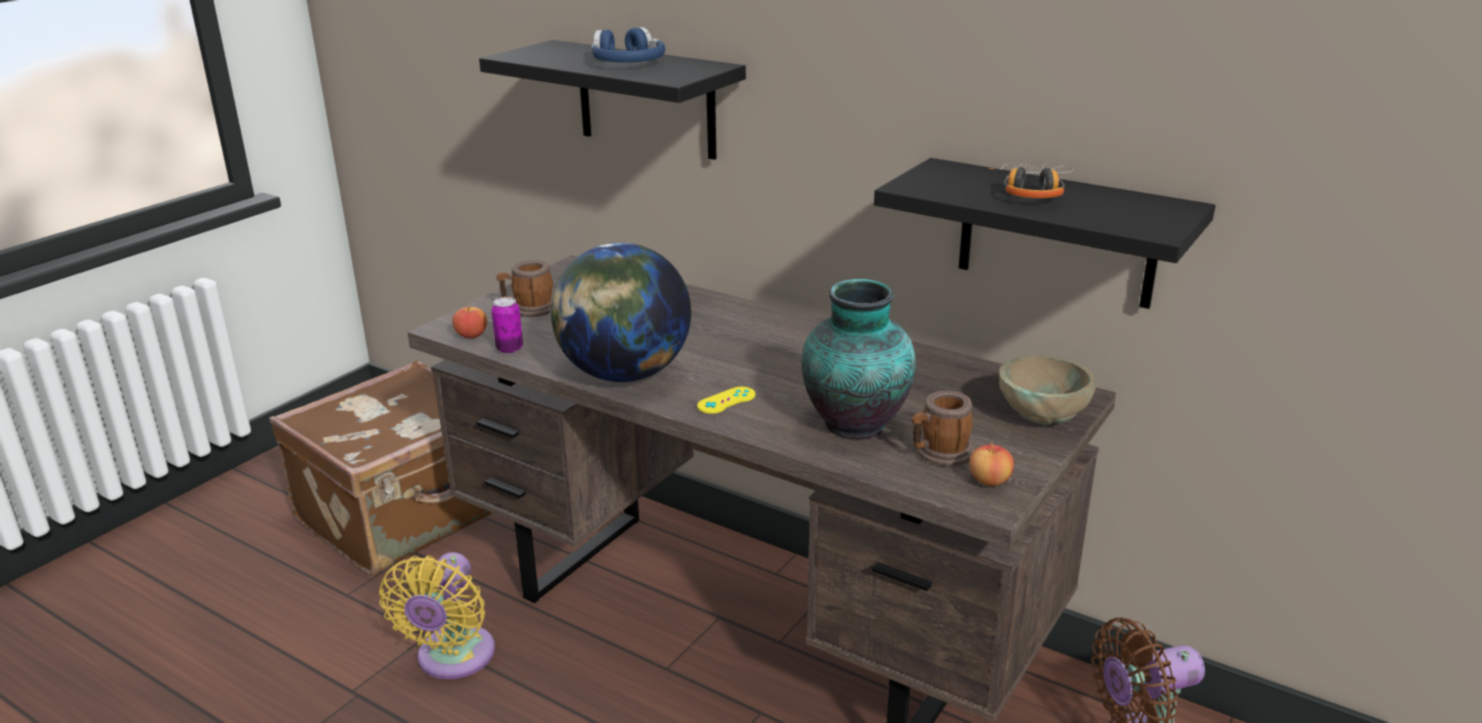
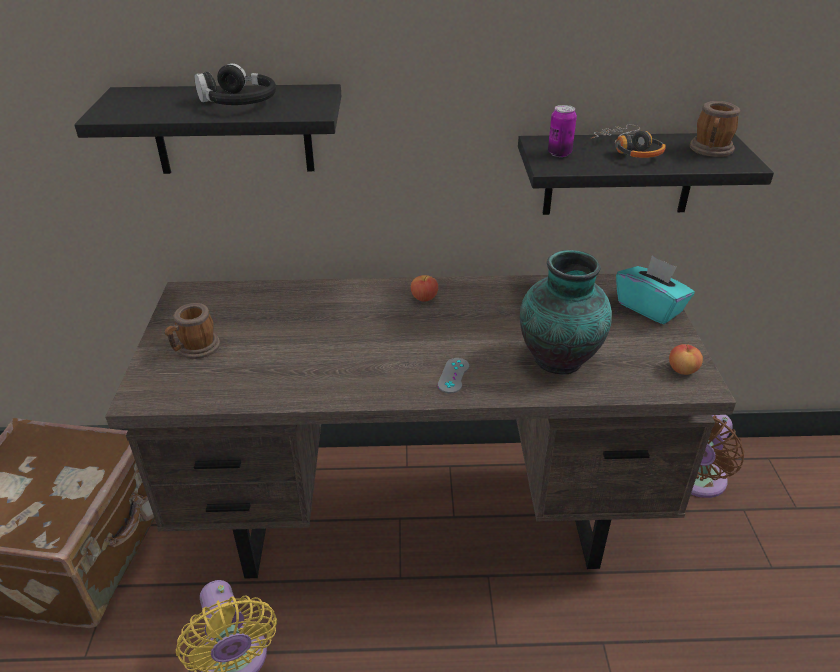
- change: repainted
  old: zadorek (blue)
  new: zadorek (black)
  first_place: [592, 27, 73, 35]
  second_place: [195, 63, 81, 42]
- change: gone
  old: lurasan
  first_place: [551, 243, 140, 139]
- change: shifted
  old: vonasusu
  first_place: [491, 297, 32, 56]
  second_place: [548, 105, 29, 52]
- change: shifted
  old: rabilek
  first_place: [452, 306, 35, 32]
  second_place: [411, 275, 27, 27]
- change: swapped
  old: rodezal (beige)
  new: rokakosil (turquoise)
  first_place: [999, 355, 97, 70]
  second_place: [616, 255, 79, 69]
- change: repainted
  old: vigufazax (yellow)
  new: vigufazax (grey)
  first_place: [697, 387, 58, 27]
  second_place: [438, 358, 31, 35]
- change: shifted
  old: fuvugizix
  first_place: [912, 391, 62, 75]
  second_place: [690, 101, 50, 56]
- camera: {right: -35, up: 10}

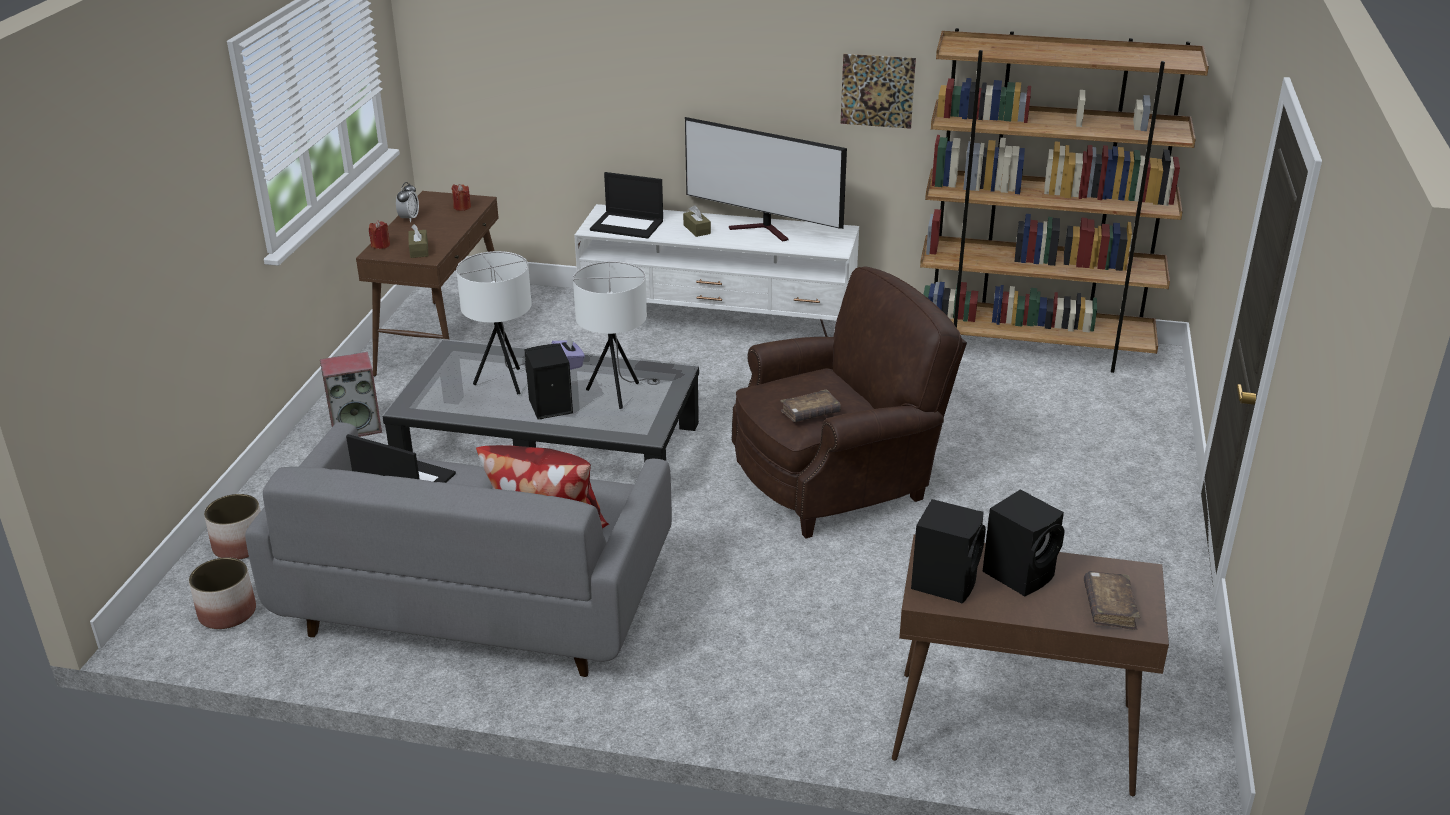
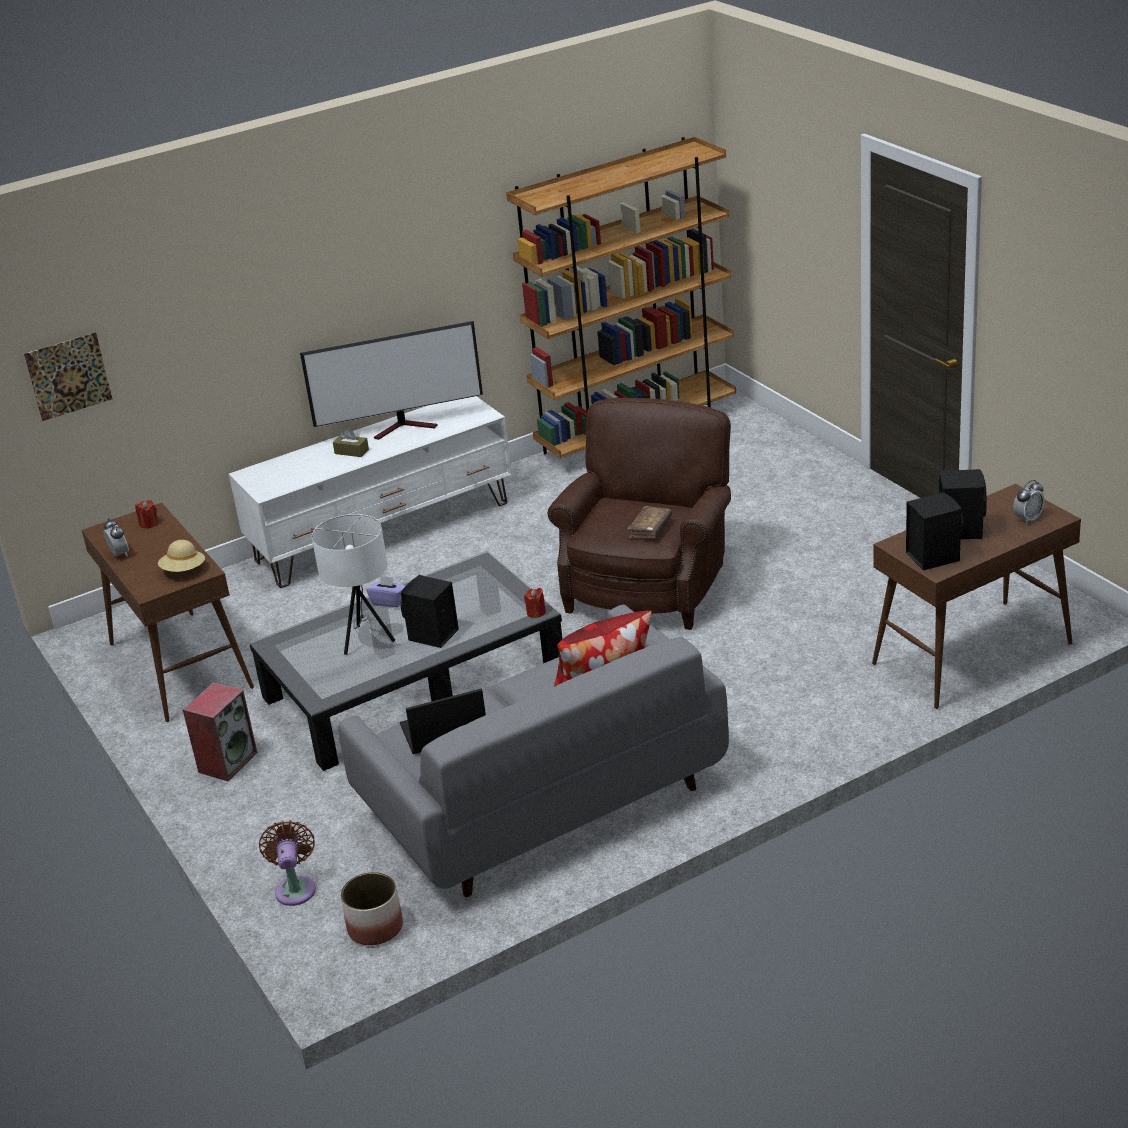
- change: shifted
  old: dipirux
  first_place: [841, 54, 75, 75]
  second_place: [24, 332, 88, 89]
- change: gone
  old: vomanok
  first_place: [590, 172, 73, 67]
- change: shifted
  old: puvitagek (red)
  first_place: [369, 220, 21, 29]
  second_place: [524, 588, 22, 30]
- change: swapped
  old: rokakosil (brown)
  new: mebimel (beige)
  first_place: [408, 224, 20, 34]
  second_place: [158, 540, 47, 32]
- change: gone
  old: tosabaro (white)
  first_place: [573, 261, 87, 148]
- change: swapped
  old: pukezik
  new: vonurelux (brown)
  first_place: [204, 494, 57, 66]
  second_place: [259, 820, 57, 86]
- change: swapped
  old: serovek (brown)
  new: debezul
  first_place: [1084, 571, 56, 59]
  second_place: [1013, 480, 32, 44]
- camera: {right: -40, up: 0}

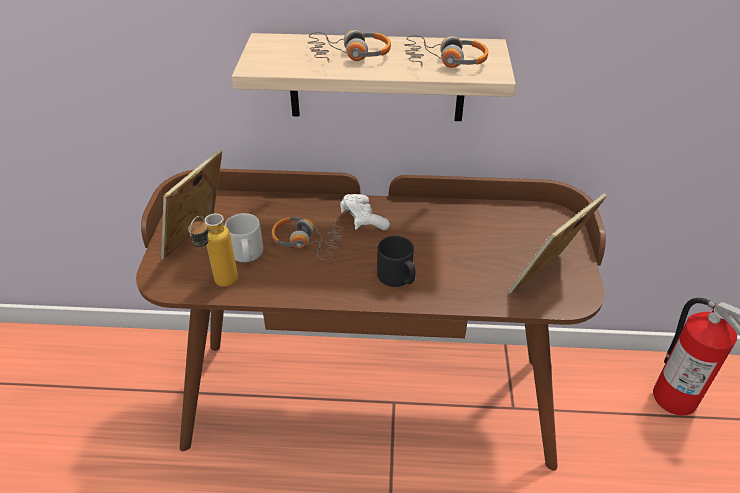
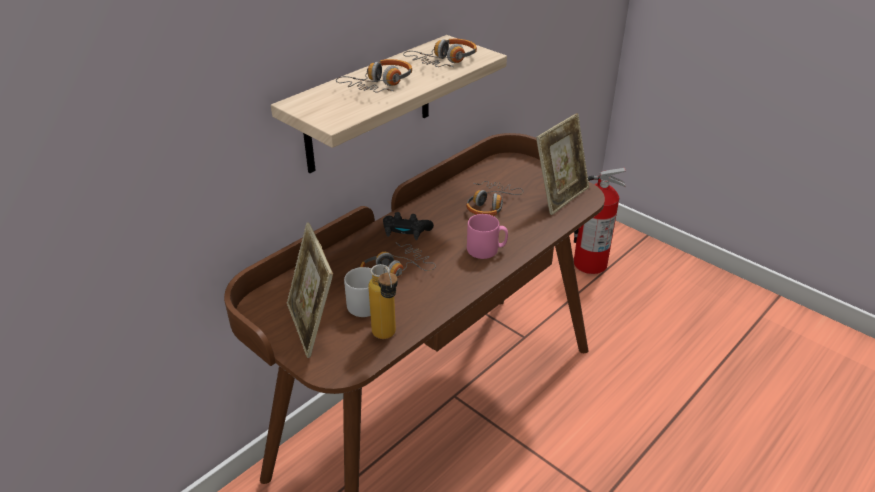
- change: rotated
  old: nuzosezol
  first_place: [508, 193, 99, 101]
  second_place: [536, 113, 53, 102]
  degrees: -135
- change: repainted
  old: vigufazax (white)
  new: vigufazax (black)
  first_place: [340, 194, 50, 36]
  second_place: [383, 212, 51, 28]
- change: repainted
  old: fuvugizix (black)
  new: fuvugizix (pink)
  first_place: [377, 236, 39, 51]
  second_place: [467, 214, 41, 45]
- change: new
  new: zadorek
  second_place: [466, 181, 57, 35]
- camera: {right: -50, up: -5}

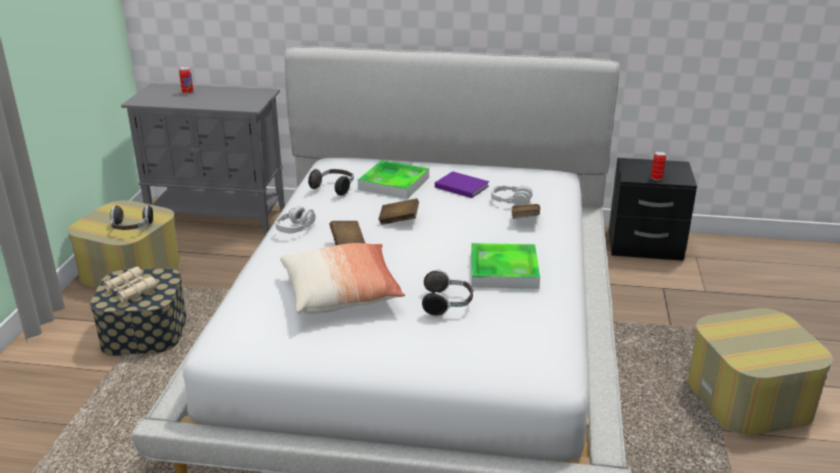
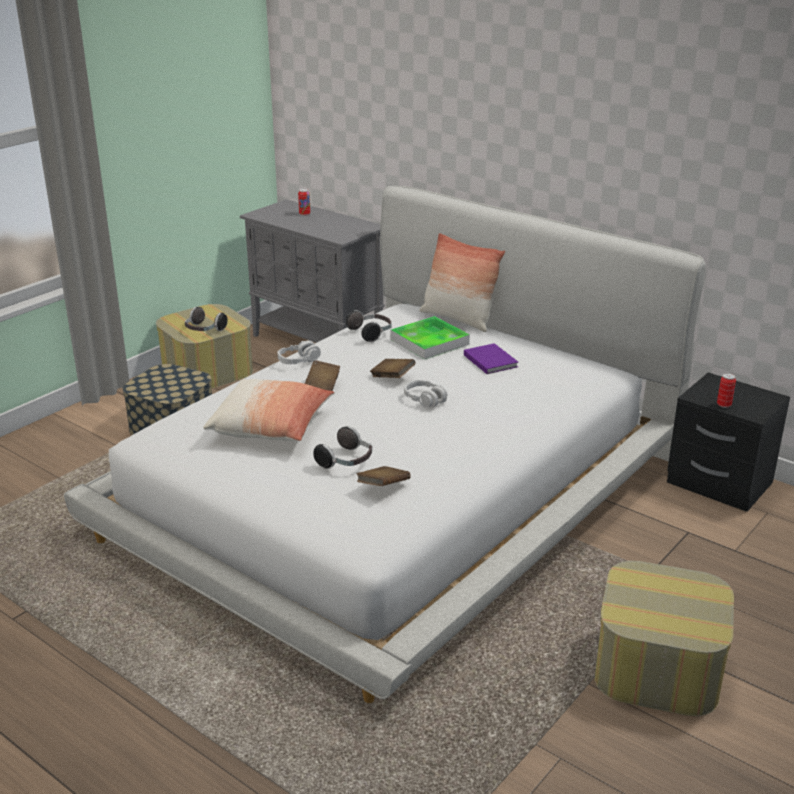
- change: shifted
  old: zadorek (grey)
  first_place: [491, 185, 42, 21]
  second_place: [404, 380, 43, 28]
- change: shifted
  old: serovek (brown)
  first_place: [512, 204, 28, 15]
  second_place: [357, 466, 54, 20]
- change: gone
  old: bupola
  first_place: [471, 243, 69, 46]
- change: gone
  old: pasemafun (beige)
  first_place: [104, 266, 53, 37]
- change: new
  new: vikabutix
  second_place: [419, 233, 86, 99]
- camera: {right: 30, up: 0}

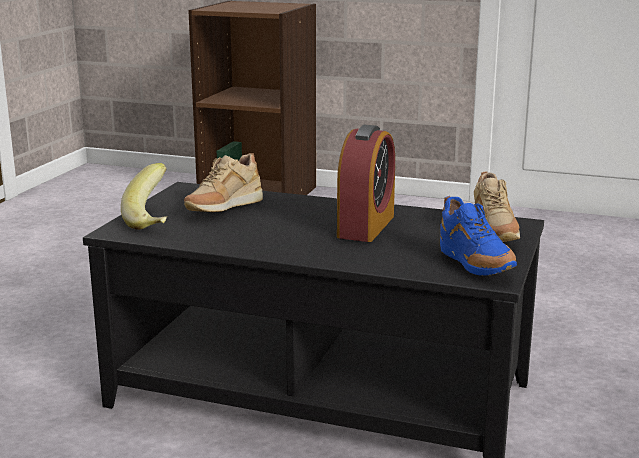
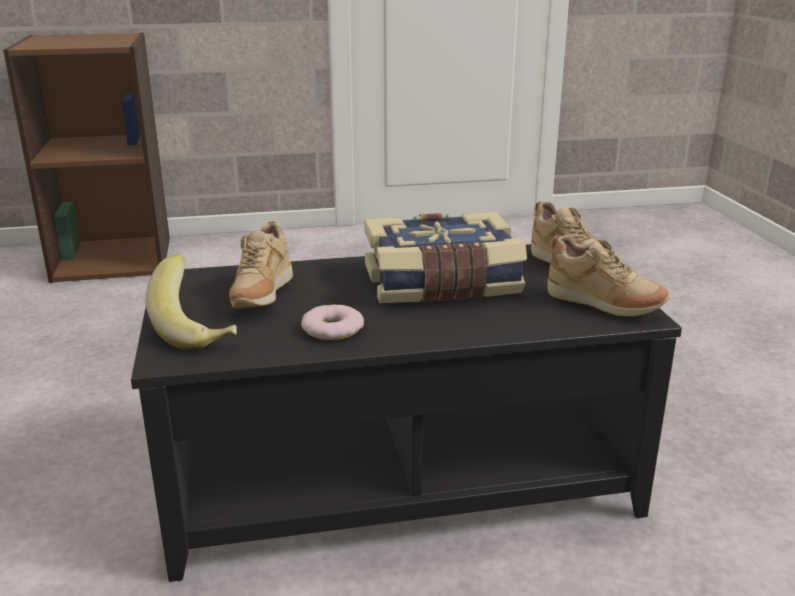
- change: swapped
  old: debezul
  new: serovek
  first_place: [337, 125, 58, 117]
  second_place: [364, 212, 163, 91]
- change: repainted
  old: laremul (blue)
  new: laremul (beige)
  first_place: [440, 196, 77, 80]
  second_place: [547, 235, 123, 82]
- change: new
  new: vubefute
  second_place: [301, 305, 63, 35]
- camera: {right: -30, up: 5}

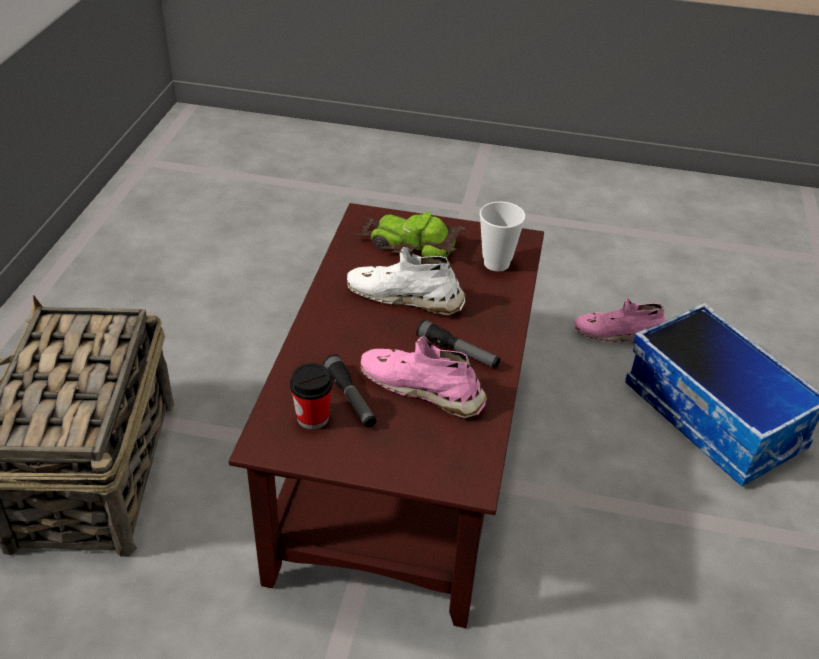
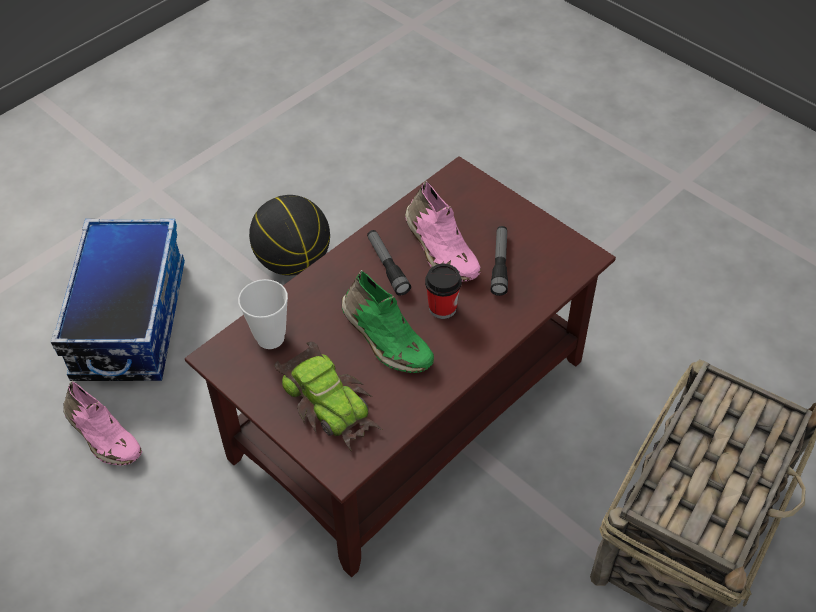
- change: repainted
  old: laremul (white)
  new: laremul (green)
  first_place: [347, 247, 119, 68]
  second_place: [341, 270, 93, 103]
- change: shifted
  old: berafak
  first_place: [290, 363, 43, 67]
  second_place: [425, 264, 37, 55]
- change: new
  new: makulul
  second_place: [249, 195, 81, 81]
- camera: {right: -145, up: 10}

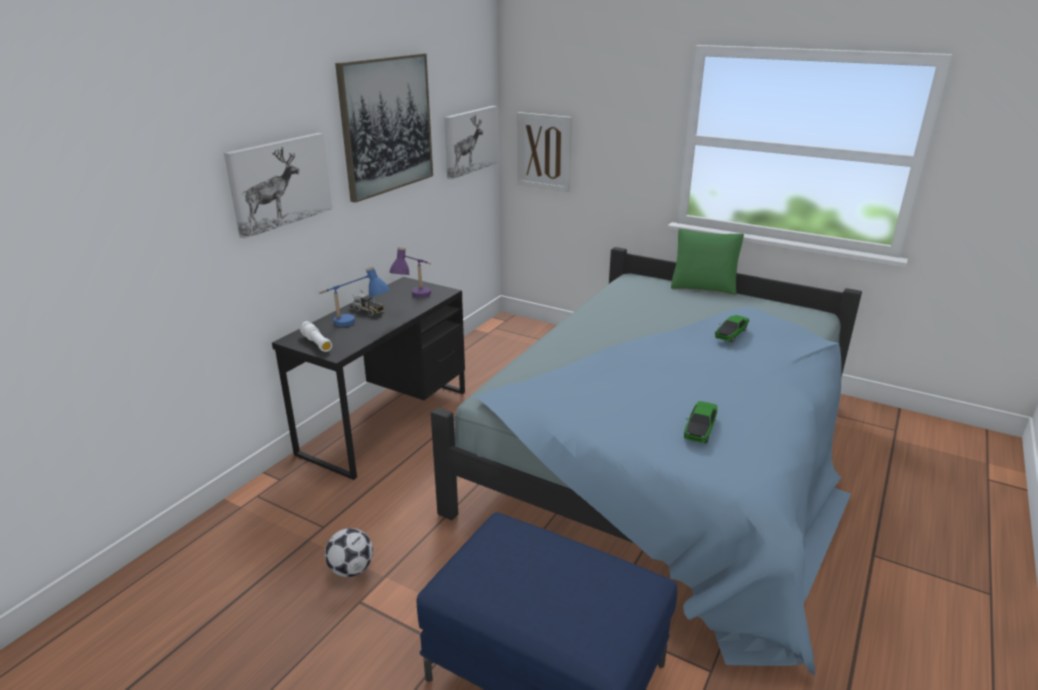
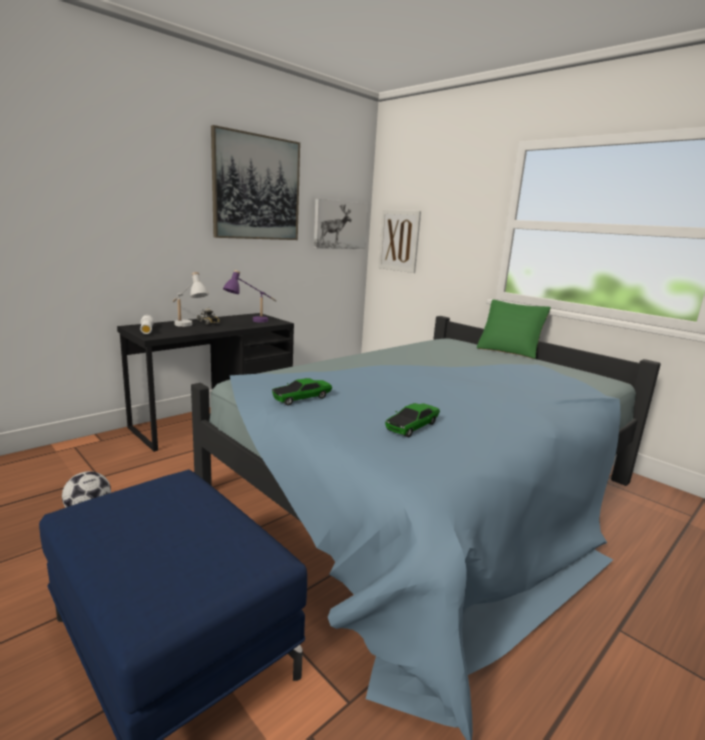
- change: gone
  old: dipirux
  first_place: [224, 133, 108, 106]
- change: repainted
  old: tosabaro (blue)
  new: tosabaro (white)
  first_place: [319, 266, 71, 61]
  second_place: [172, 272, 37, 55]
- change: shifted
  old: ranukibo
  first_place: [715, 315, 34, 28]
  second_place: [272, 378, 60, 27]
- camera: {right: 15, up: -10}

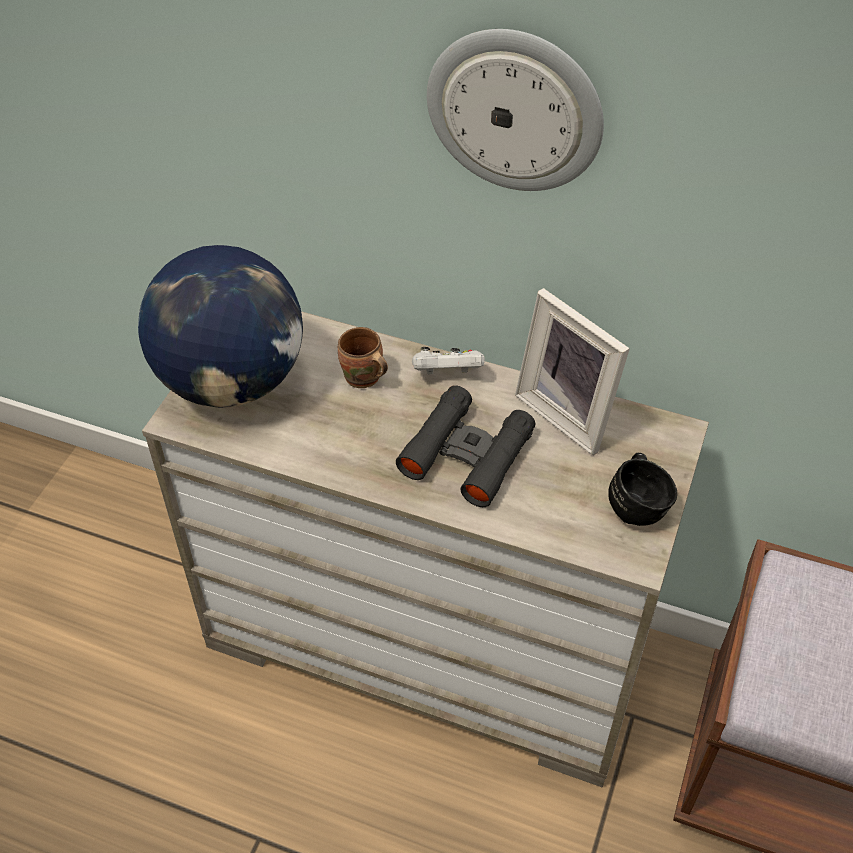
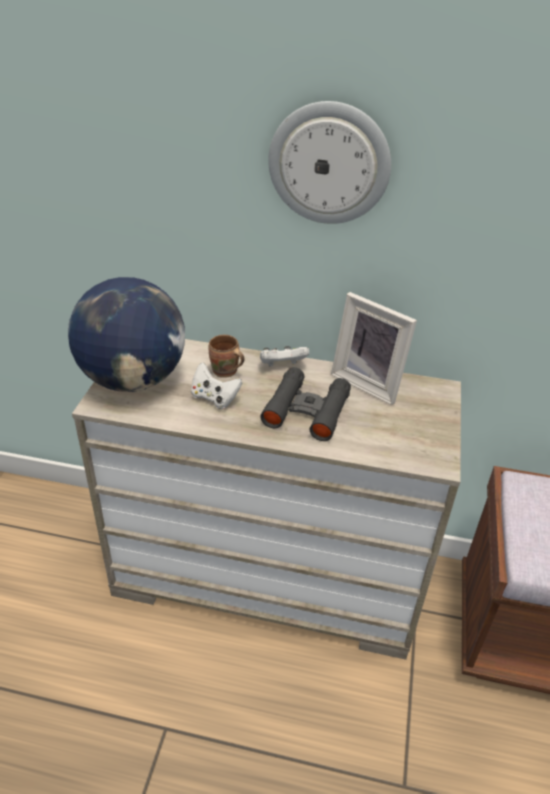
- change: gone
  old: fuvugizix (black)
  first_place: [608, 453, 69, 73]
- change: new
  new: vigufazax (white)
  second_place: [191, 362, 52, 47]
- camera: {right: -10, up: -10}

